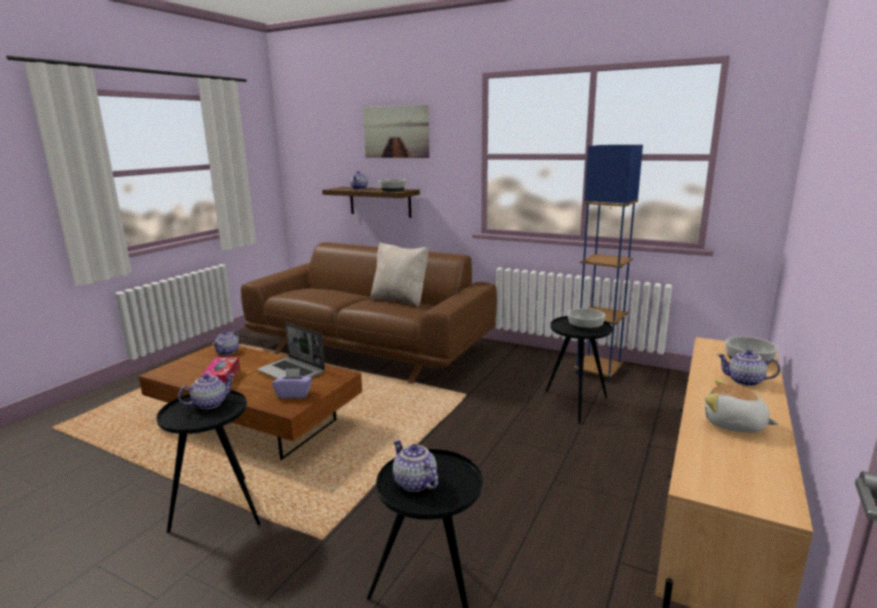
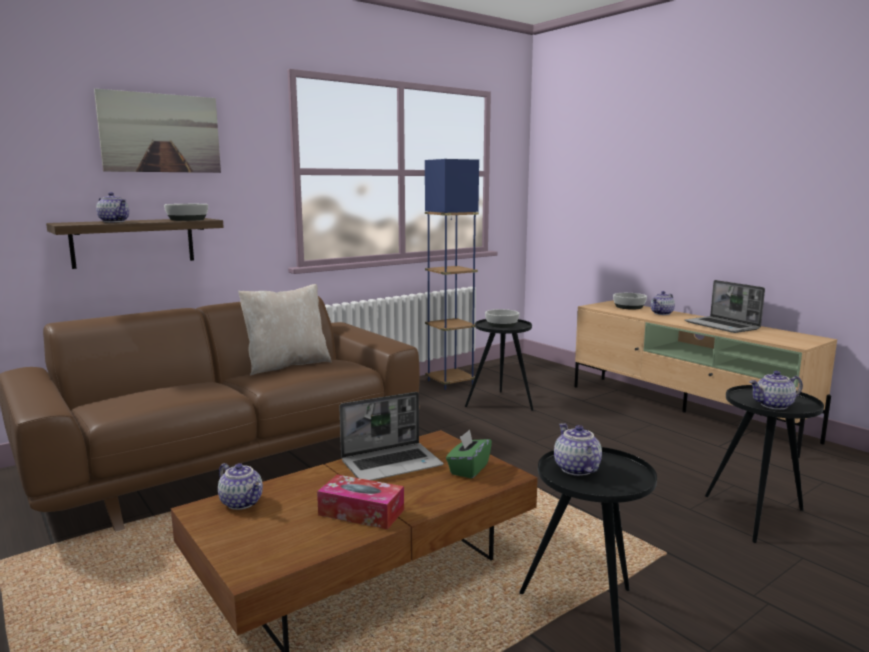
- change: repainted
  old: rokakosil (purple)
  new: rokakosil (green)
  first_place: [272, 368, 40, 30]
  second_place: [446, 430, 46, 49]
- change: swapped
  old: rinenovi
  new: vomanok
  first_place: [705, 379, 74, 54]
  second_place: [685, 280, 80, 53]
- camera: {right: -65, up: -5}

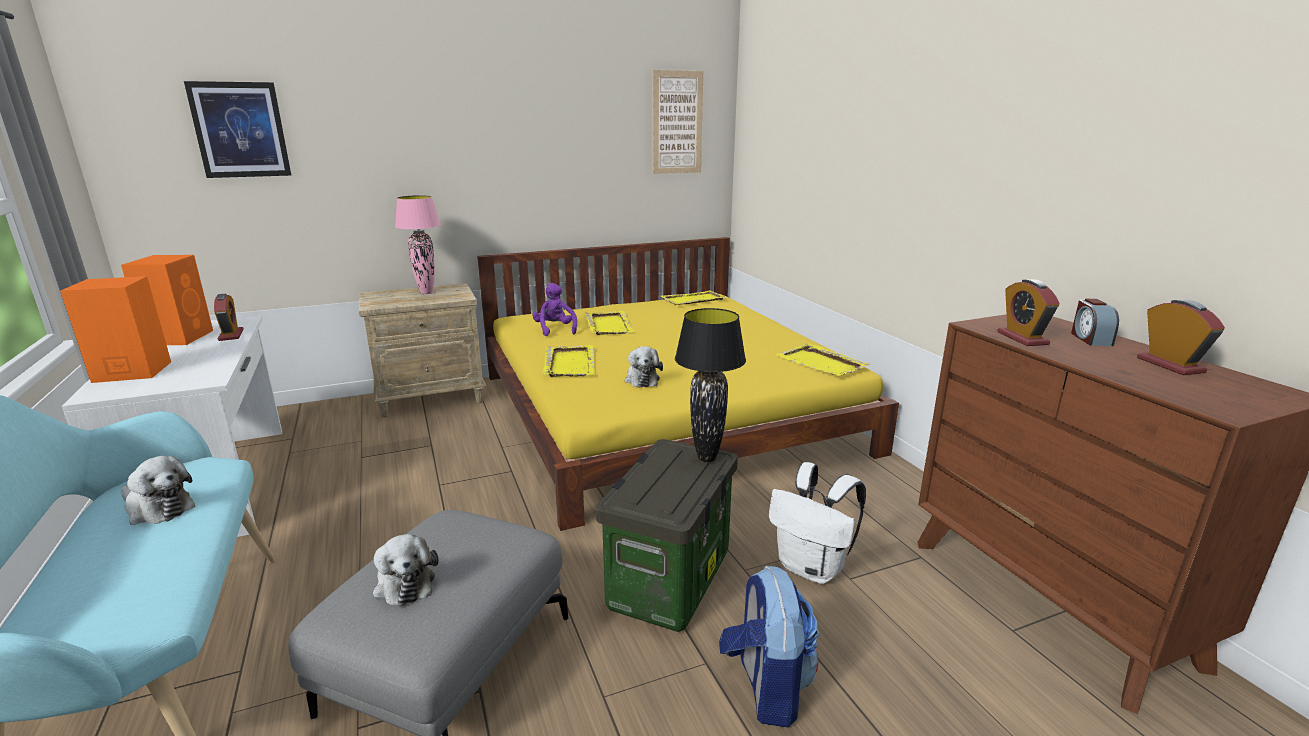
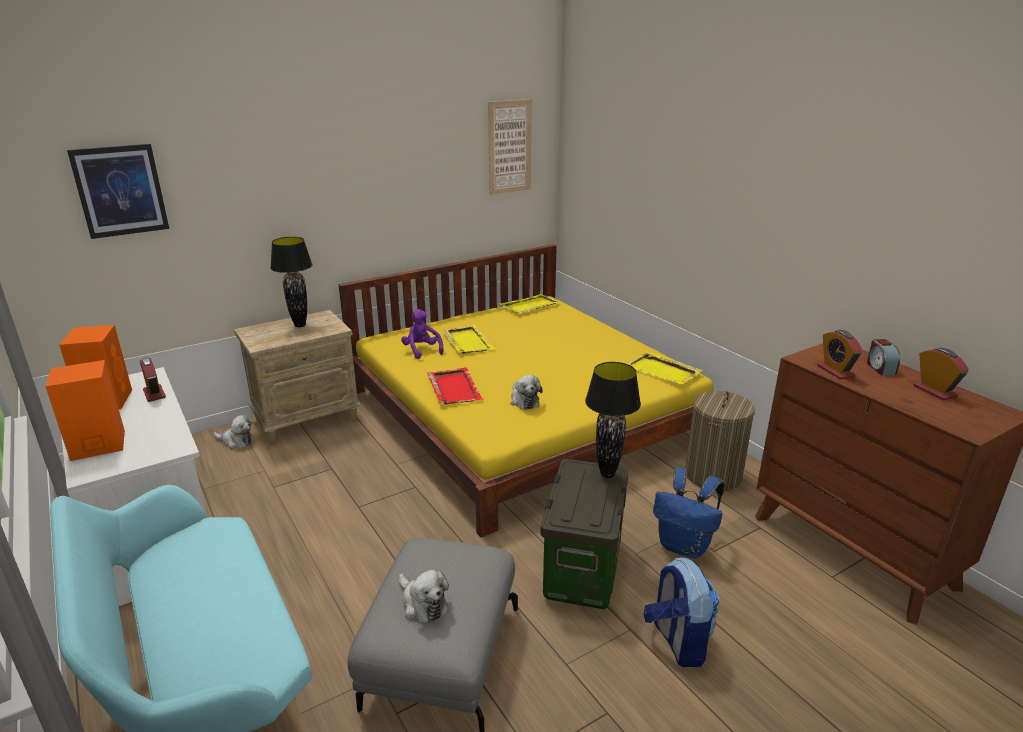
- change: repainted
  old: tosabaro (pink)
  new: tosabaro (black)
  first_place: [395, 195, 46, 99]
  second_place: [270, 237, 43, 90]
- change: repainted
  old: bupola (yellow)
  new: bupola (red)
  first_place: [543, 345, 52, 32]
  second_place: [427, 368, 56, 36]
- change: shifted
  old: rinenovi
  first_place: [121, 456, 74, 69]
  second_place: [213, 415, 41, 34]
- change: repainted
  old: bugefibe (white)
  new: bugefibe (blue)
  first_place: [769, 462, 97, 122]
  second_place: [653, 467, 71, 91]
- change: new
  new: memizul
  second_place: [685, 391, 70, 100]
- camera: {right: -10, up: 5}

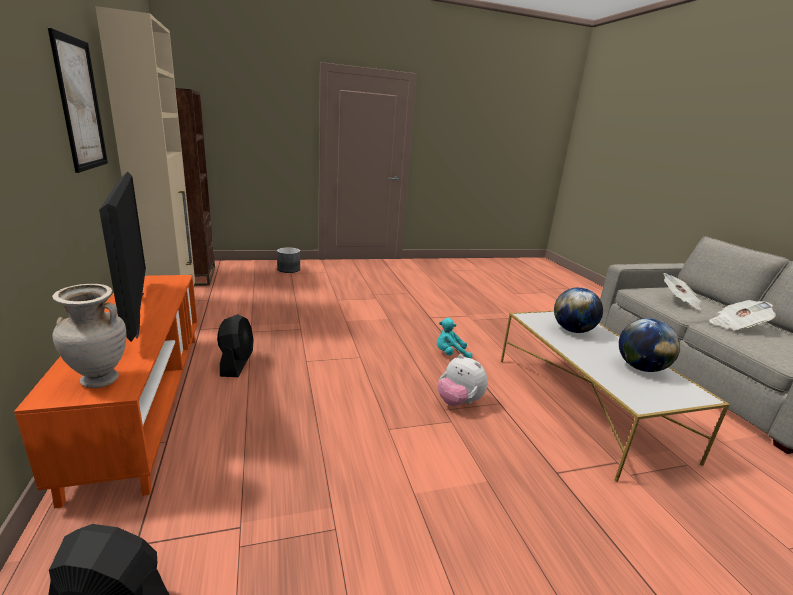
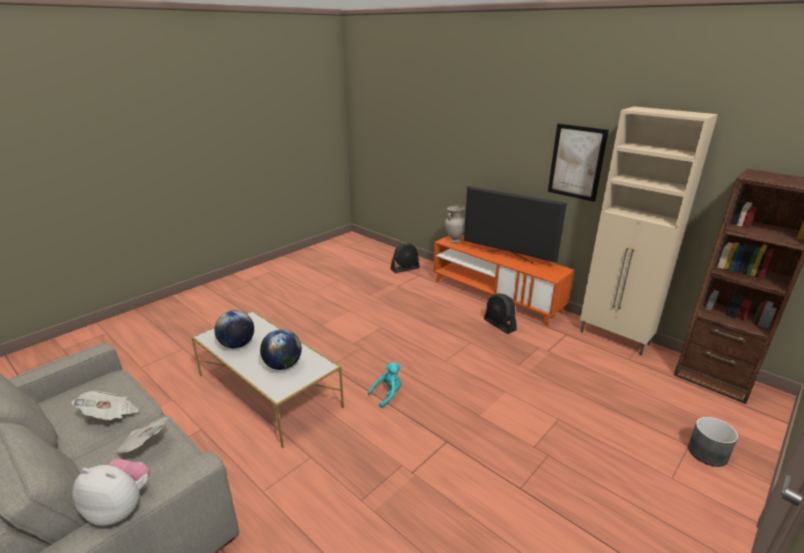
- change: shifted
  old: rinenovi
  first_place: [437, 354, 51, 52]
  second_place: [72, 459, 78, 67]
- camera: {right: 150, up: 5}

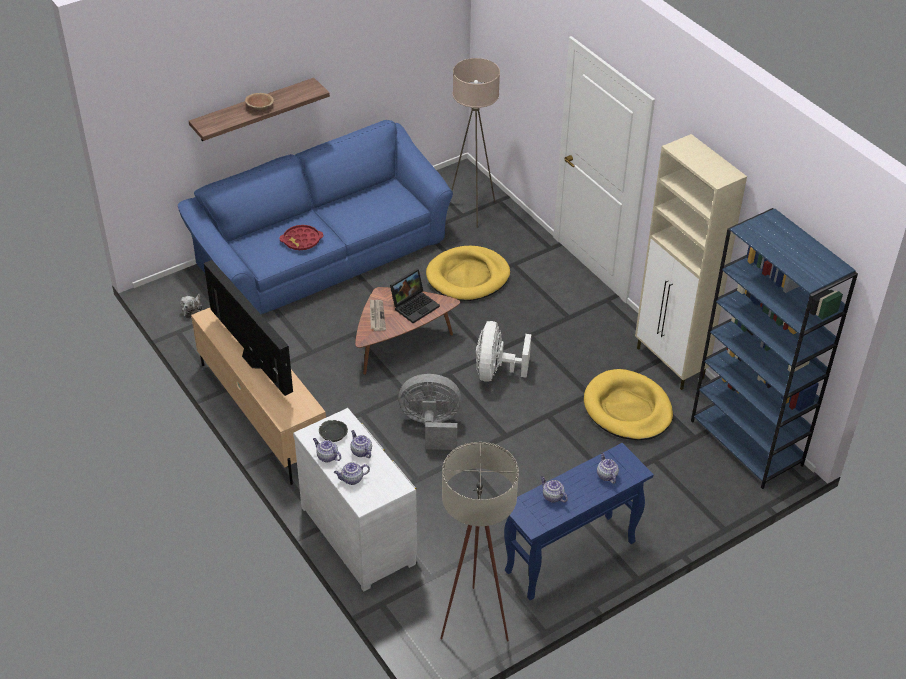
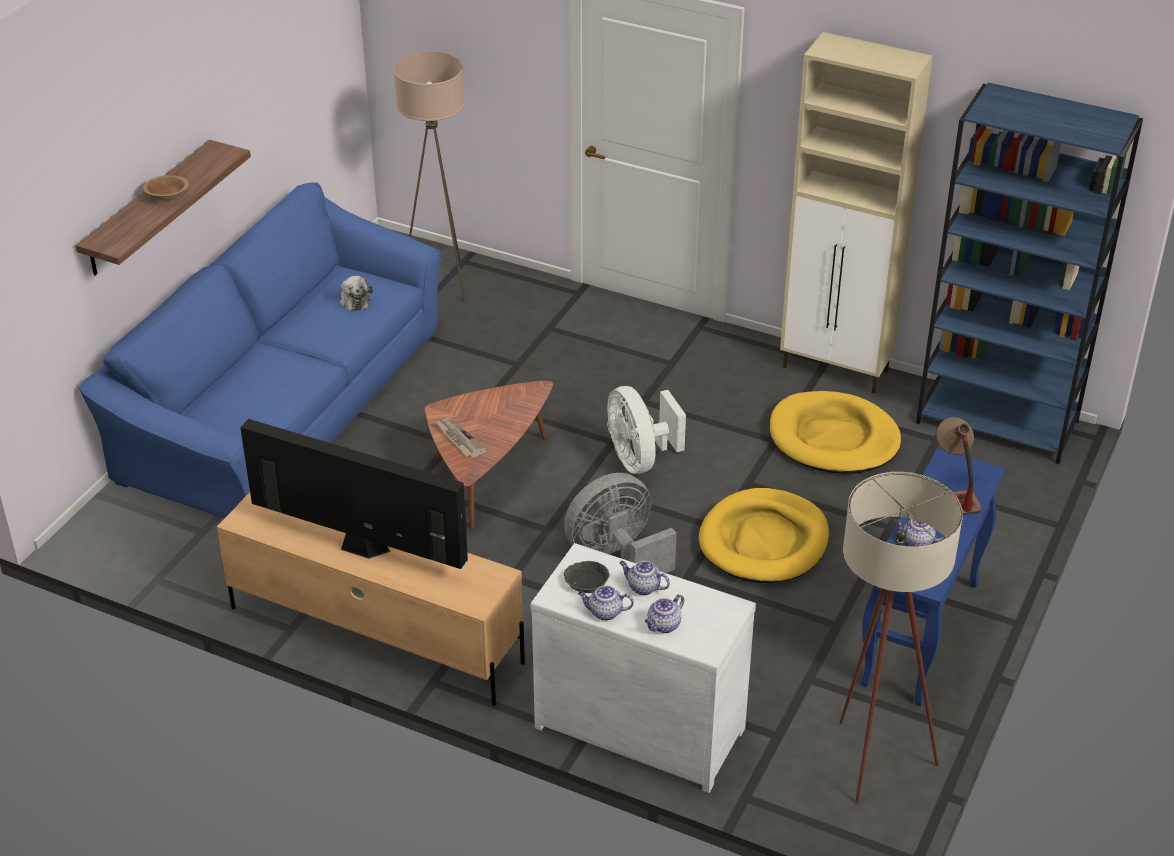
- change: gone
  old: bupola (red)
  first_place: [279, 225, 44, 25]
- change: shifted
  old: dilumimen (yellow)
  first_place: [426, 246, 84, 55]
  second_place: [699, 488, 130, 95]
- change: gone
  old: vomanok
  first_place: [390, 269, 50, 54]
- change: shifted
  old: rinenovi
  first_place: [180, 294, 22, 25]
  second_place: [339, 276, 34, 35]
- change: swapped
  old: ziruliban
  new: tosabaro
  first_place: [597, 453, 22, 31]
  second_place: [936, 417, 46, 98]
- camera: {right: -30, up: -5}

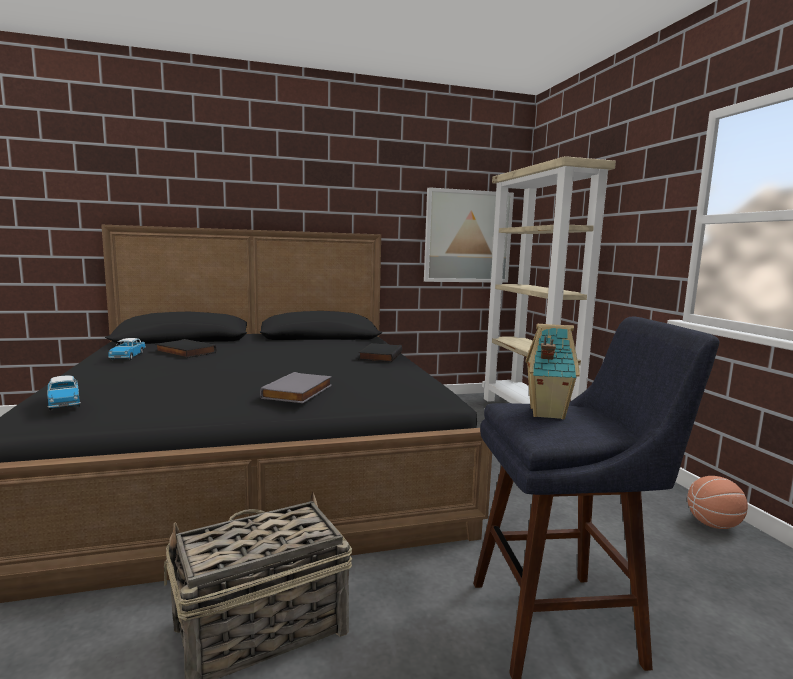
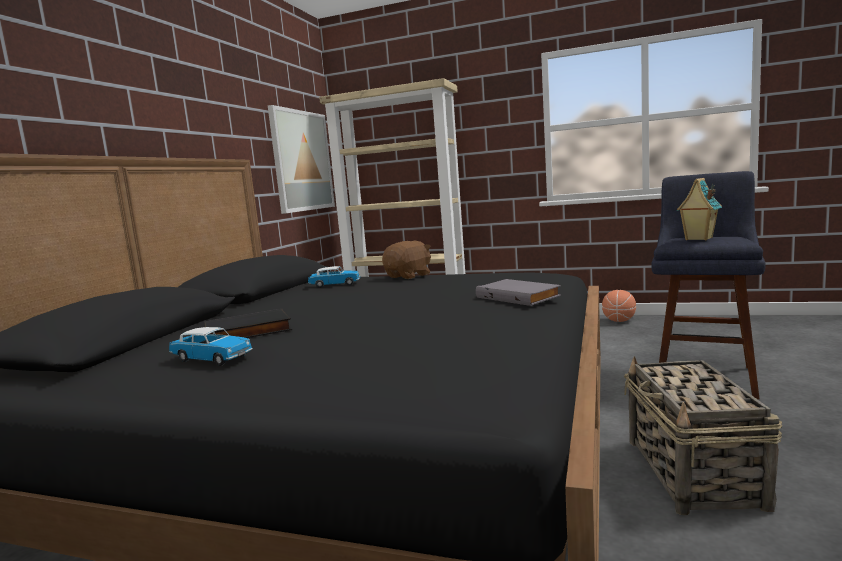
- change: swapped
  old: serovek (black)
  new: rinenovi (brown)
  first_place: [358, 343, 44, 20]
  second_place: [382, 241, 49, 38]
- change: shifted
  old: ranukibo
  first_place: [47, 375, 34, 36]
  second_place: [308, 266, 52, 22]
- camera: {right: -55, up: 0}

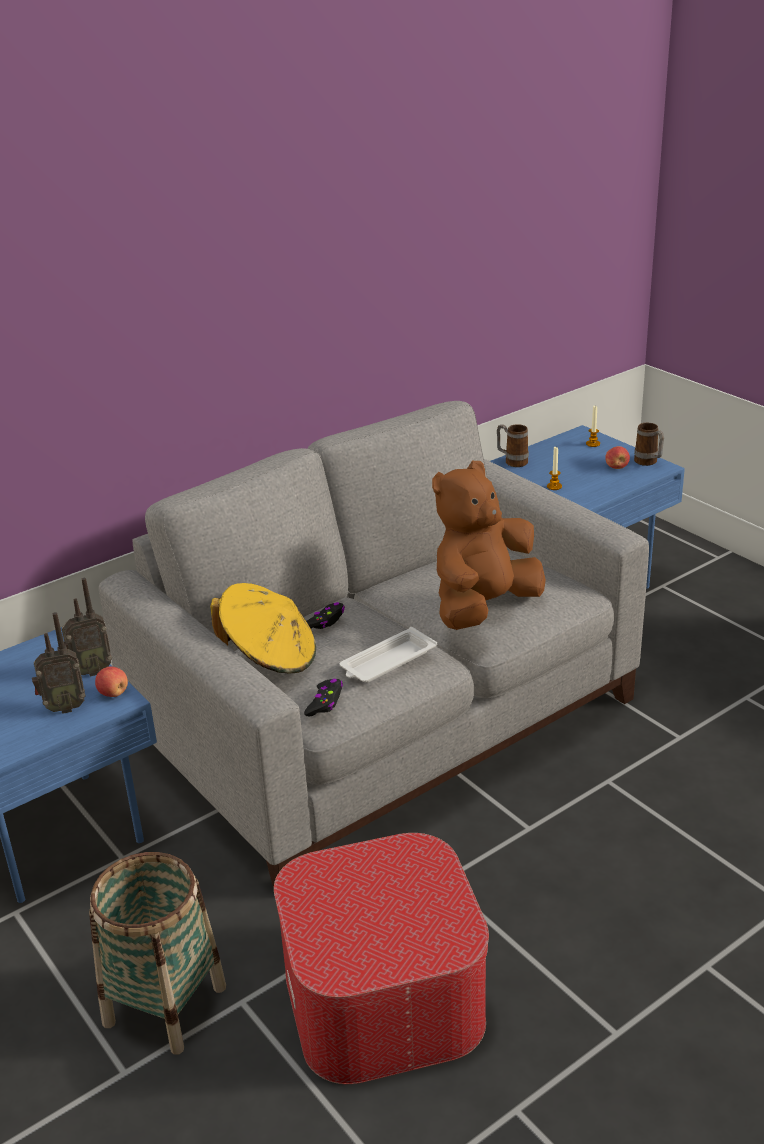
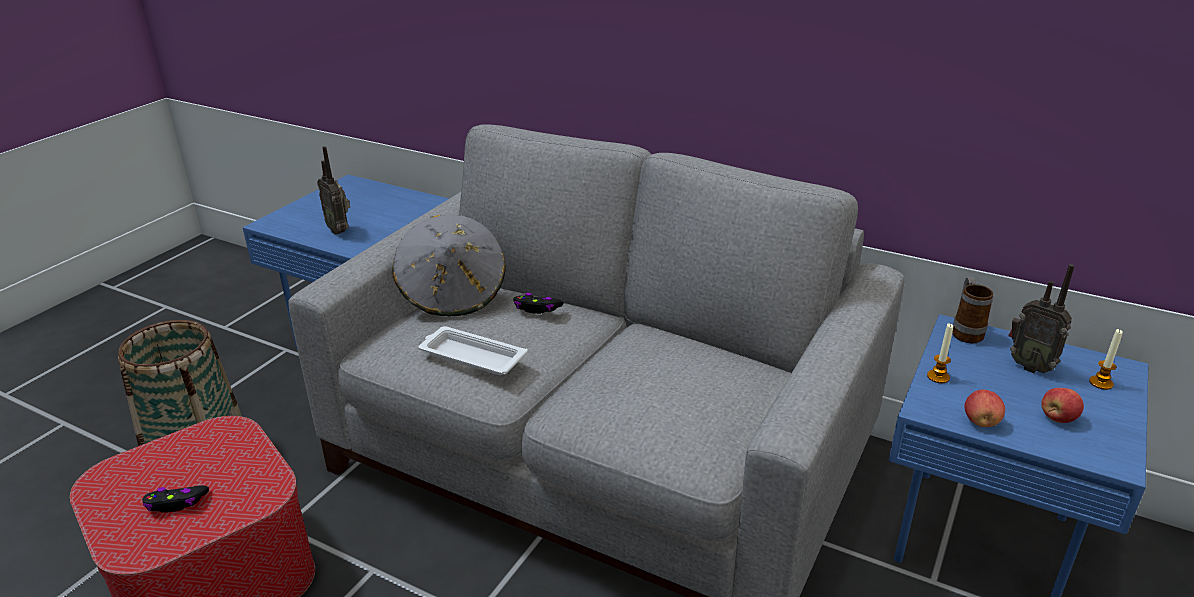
- change: gone
  old: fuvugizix
  first_place: [634, 423, 30, 43]
- change: gone
  old: rinenovi (brown)
  first_place: [432, 461, 114, 169]
- change: shifted
  old: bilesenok
  first_place: [62, 578, 50, 99]
  second_place: [1008, 264, 66, 109]
- change: repainted
  old: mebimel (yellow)
  new: mebimel (grey)
  first_place: [210, 583, 106, 91]
  second_place: [392, 215, 114, 102]
- change: shifted
  old: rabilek
  first_place: [95, 666, 33, 31]
  second_place: [964, 389, 41, 38]
- change: shifted
  old: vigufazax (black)
  first_place: [304, 679, 39, 37]
  second_place: [142, 485, 67, 28]
- camera: {right: 65, up: 0}

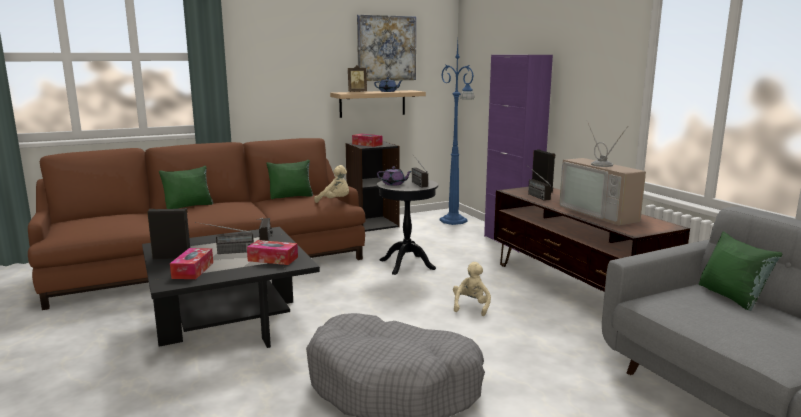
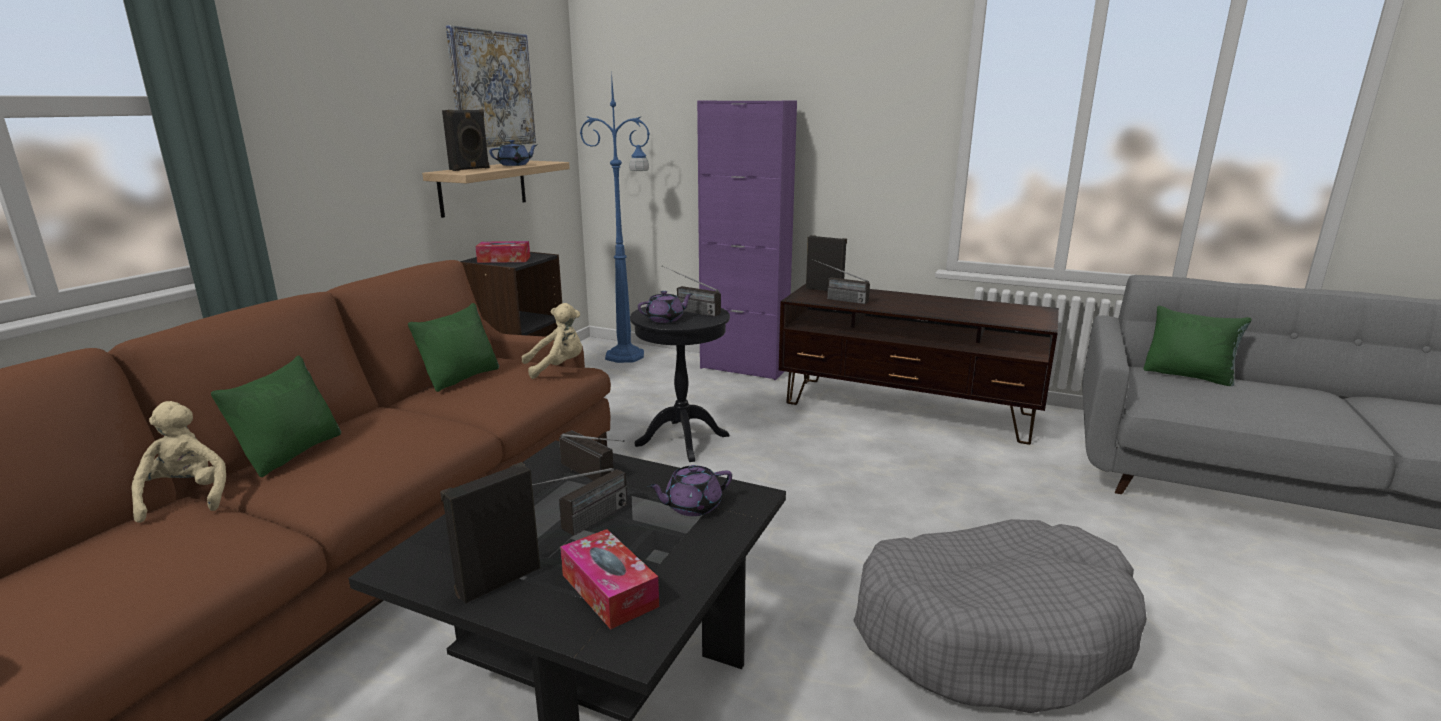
- change: swapped
  old: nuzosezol
  new: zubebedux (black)
  first_place: [348, 65, 19, 27]
  second_place: [442, 109, 48, 62]
- change: gone
  old: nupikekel
  first_place: [559, 121, 87, 105]
- change: swapped
  old: rokakosil
  new: ziruliban (purple)
  first_place: [247, 240, 51, 25]
  second_place: [647, 465, 85, 51]
- change: shifted
  old: rinenovi (beige)
  first_place: [453, 262, 38, 54]
  second_place: [131, 401, 95, 122]
- camera: {right: -40, up: 5}

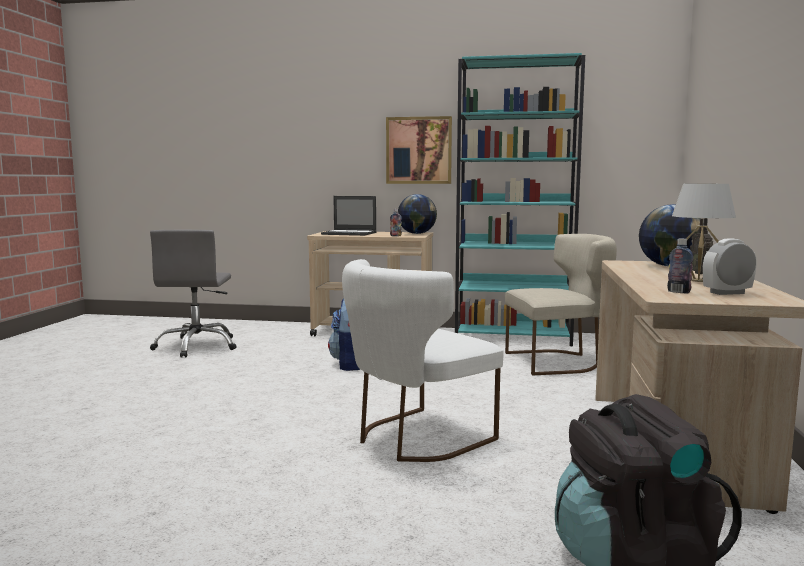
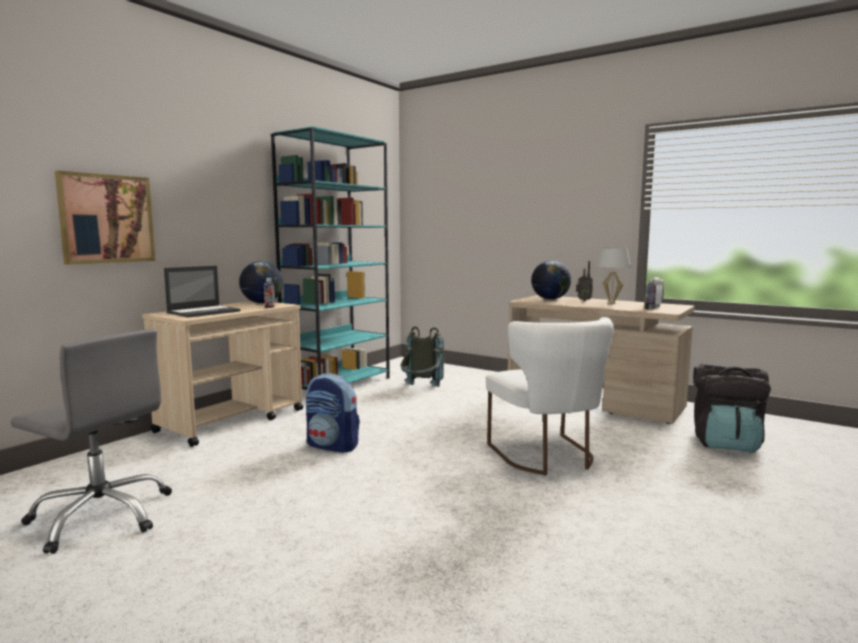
- change: shifted
  old: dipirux
  first_place: [386, 116, 66, 68]
  second_place: [55, 171, 100, 94]
- change: swapped
  old: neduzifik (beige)
  new: bugefibe (grey)
  first_place: [505, 234, 112, 141]
  second_place: [401, 327, 43, 60]
- camera: {right: -65, up: 0}

